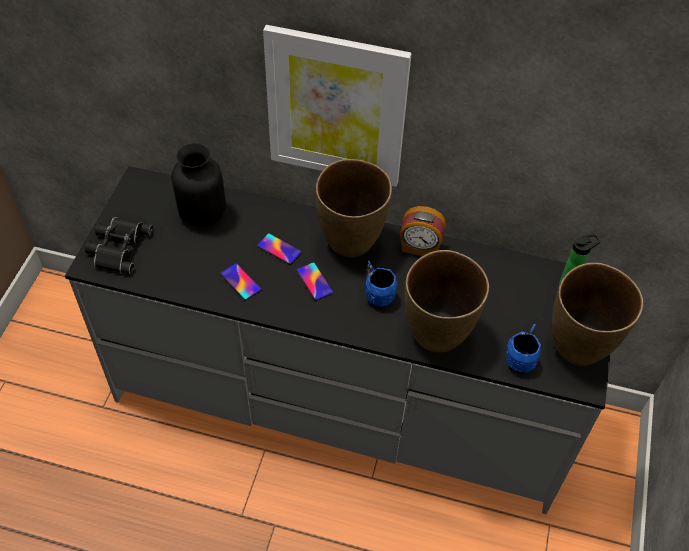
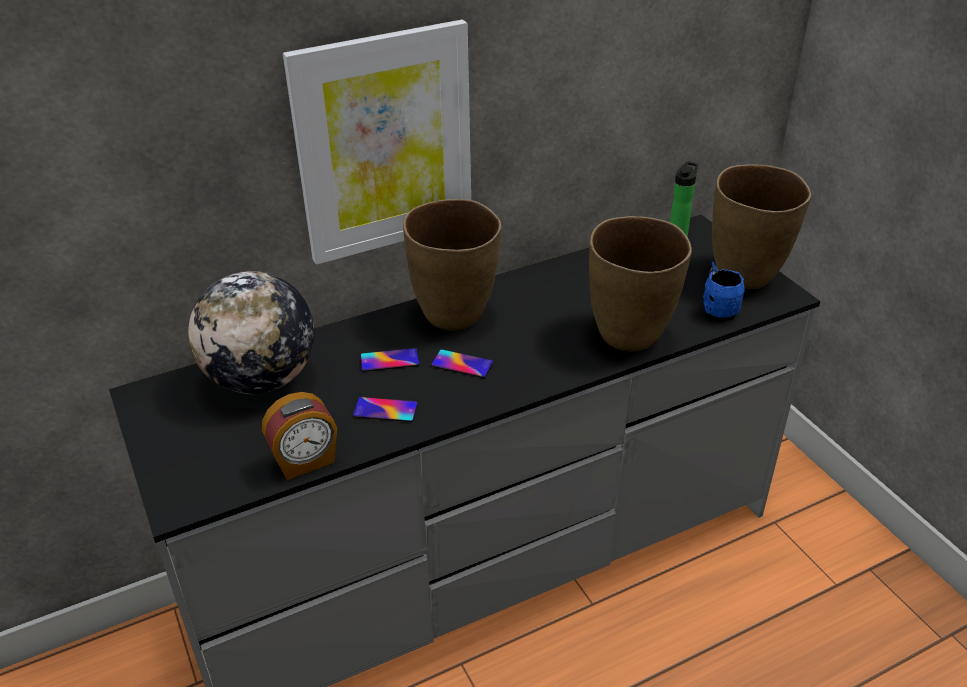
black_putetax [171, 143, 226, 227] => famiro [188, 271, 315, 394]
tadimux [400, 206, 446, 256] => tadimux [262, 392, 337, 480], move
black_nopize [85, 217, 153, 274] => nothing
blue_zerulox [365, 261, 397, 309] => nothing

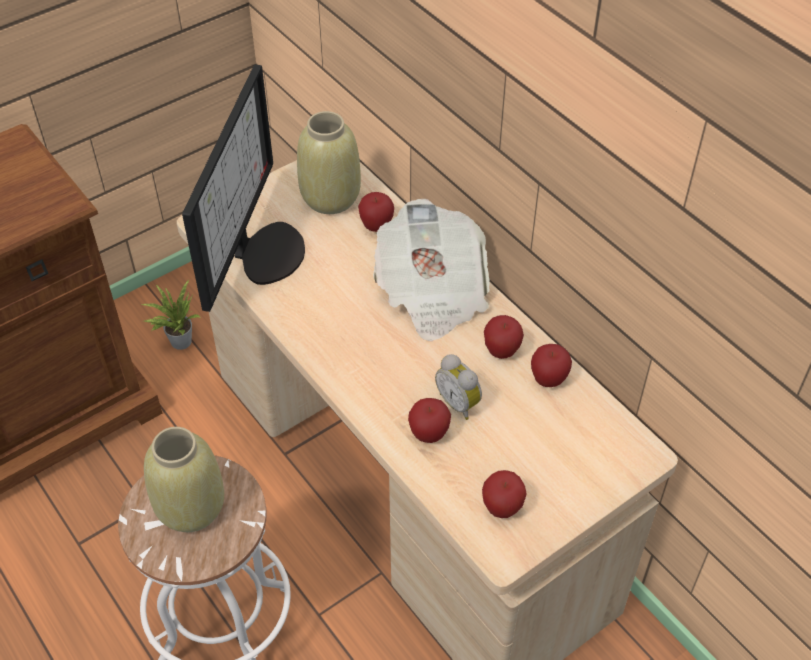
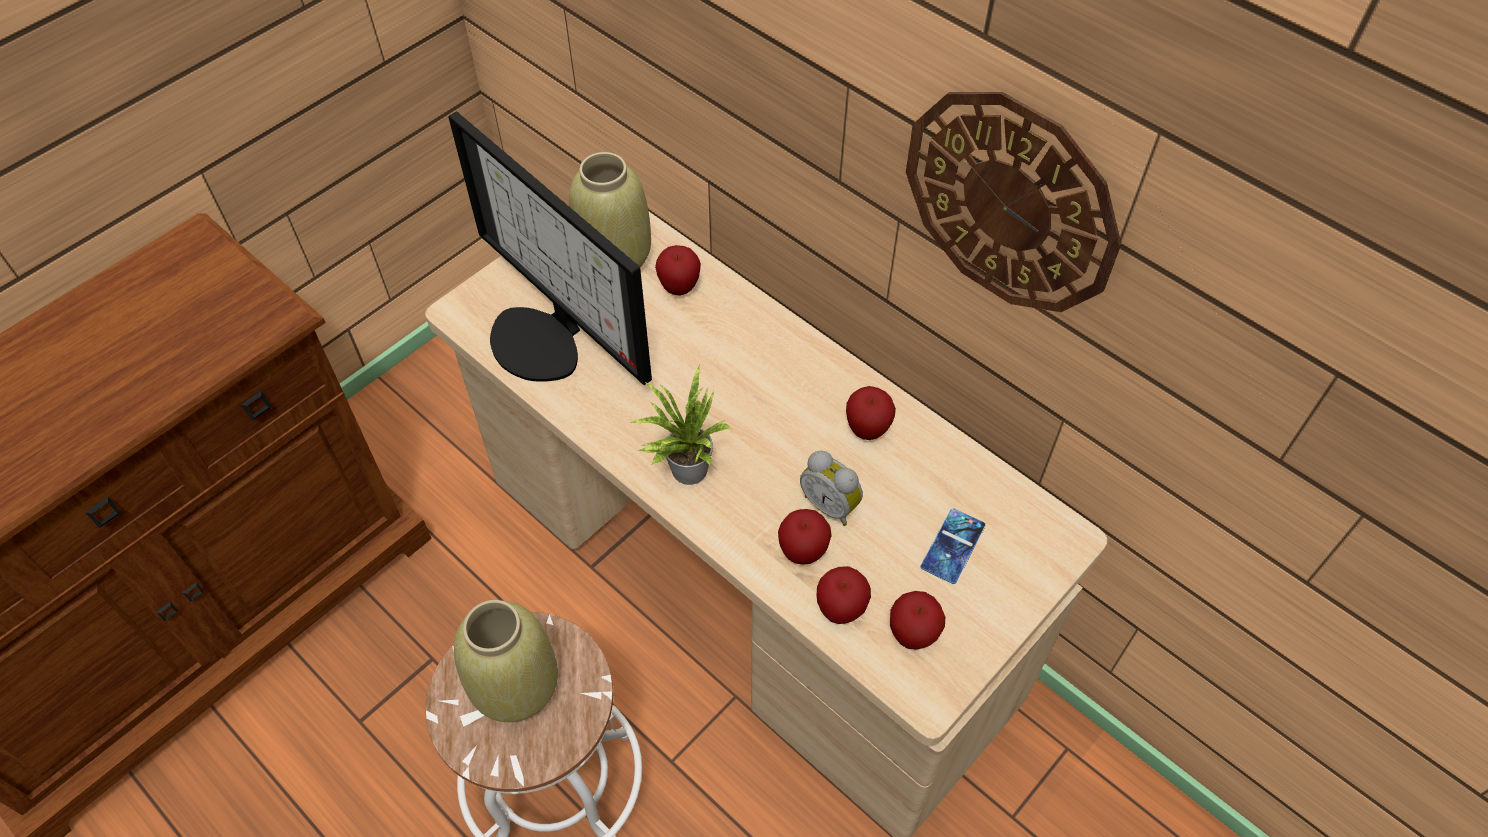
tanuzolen [182, 65, 305, 312] => tanuzolen [448, 112, 652, 385], 135 degrees clockwise
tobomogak [141, 280, 201, 350] => tobomogak [629, 365, 733, 485], move
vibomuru [531, 344, 572, 387] => vibomuru [817, 566, 871, 624], move
nothing => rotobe [906, 92, 1121, 312]
nothing => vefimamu [921, 509, 985, 584]
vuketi [373, 199, 490, 342] => nothing

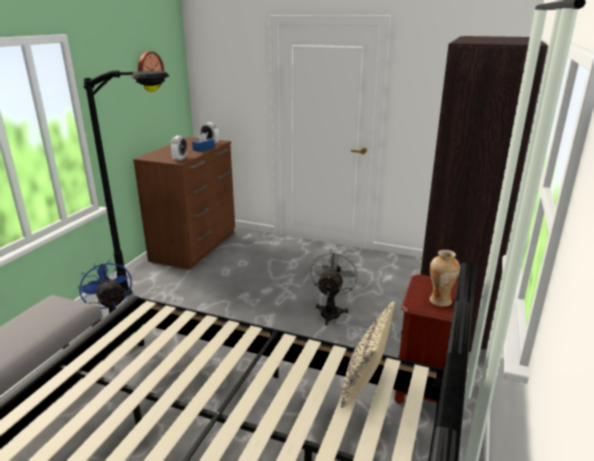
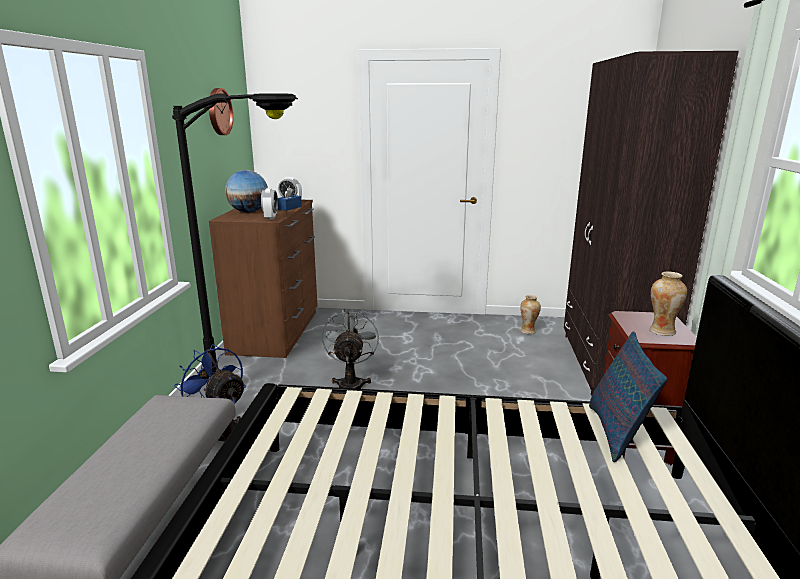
nothing => famiro [225, 170, 268, 213]
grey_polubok [310, 249, 359, 326] => grey_polubok [322, 308, 379, 389], move
nothing => putetax [520, 295, 541, 334]
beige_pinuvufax [341, 301, 395, 408] => blue_pinuvufax [589, 331, 668, 462]

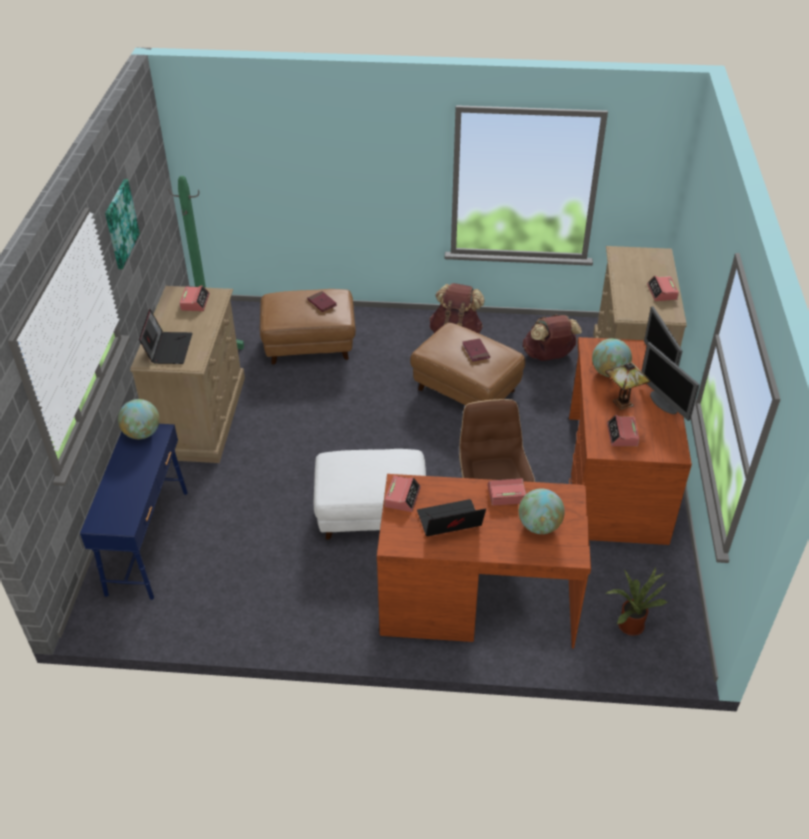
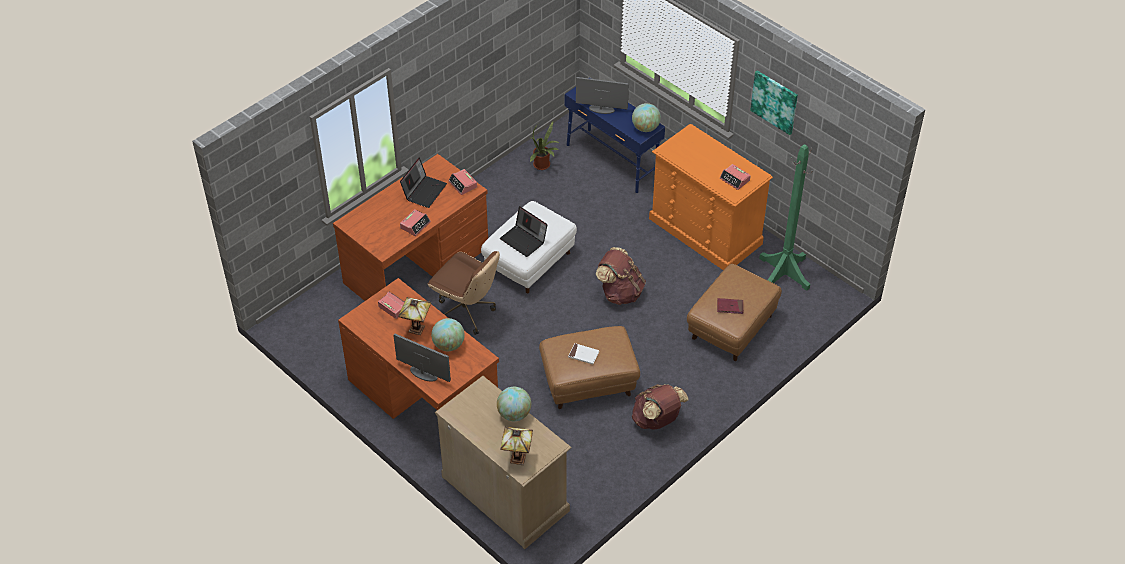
famiro [519, 488, 565, 534] => famiro [497, 387, 531, 421], move
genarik [139, 309, 192, 364] => genarik [500, 206, 548, 257], move
nothing => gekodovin [500, 426, 533, 465]
tobomogak [605, 567, 668, 636] => tobomogak [530, 121, 560, 170], move
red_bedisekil [462, 338, 490, 362] => white_bedisekil [568, 343, 599, 364]
tanuzolen [642, 342, 700, 421] => tanuzolen [576, 77, 629, 114], move
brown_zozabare [523, 314, 582, 361] => brown_zozabare [596, 247, 646, 305], move
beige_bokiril [130, 286, 245, 463] => orange_bokiril [649, 124, 773, 270]
tadimux [647, 275, 679, 301] => nothing

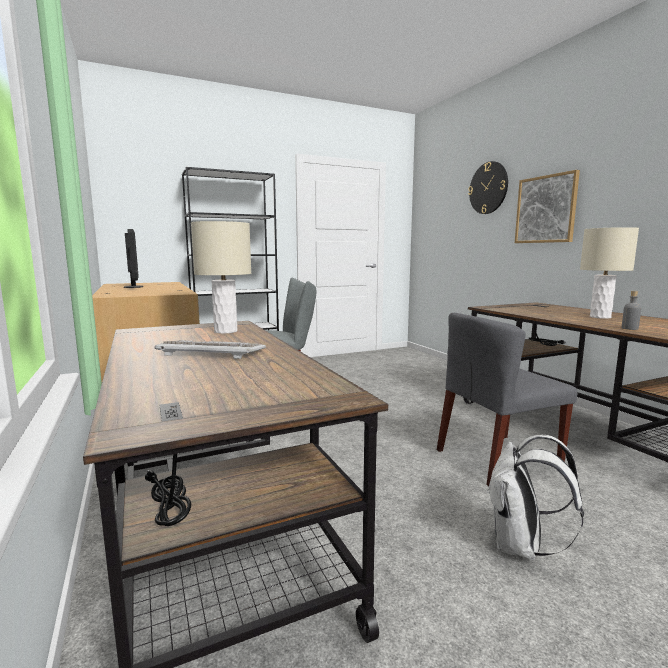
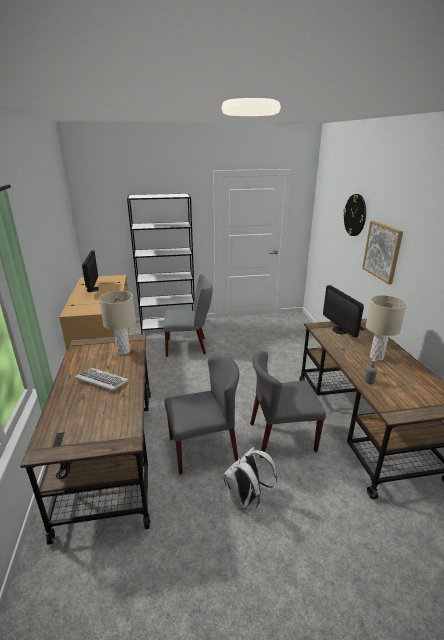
nothing => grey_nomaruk [164, 355, 239, 474]
nothing => tanuzolen [323, 285, 364, 337]

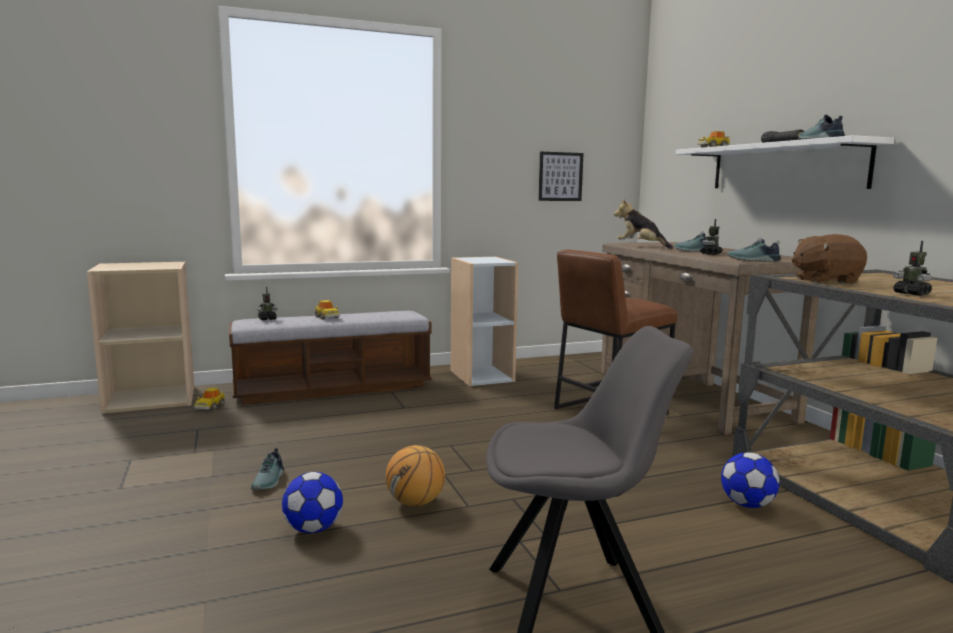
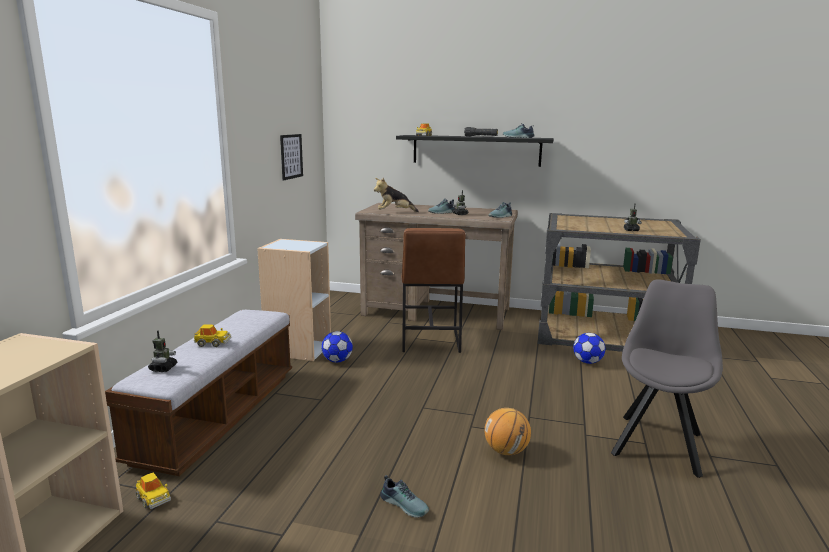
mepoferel [282, 472, 343, 533] => mepoferel [321, 331, 353, 363], move
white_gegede [676, 135, 895, 189] => black_gegede [396, 135, 554, 167]
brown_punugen [792, 234, 867, 284] => nothing

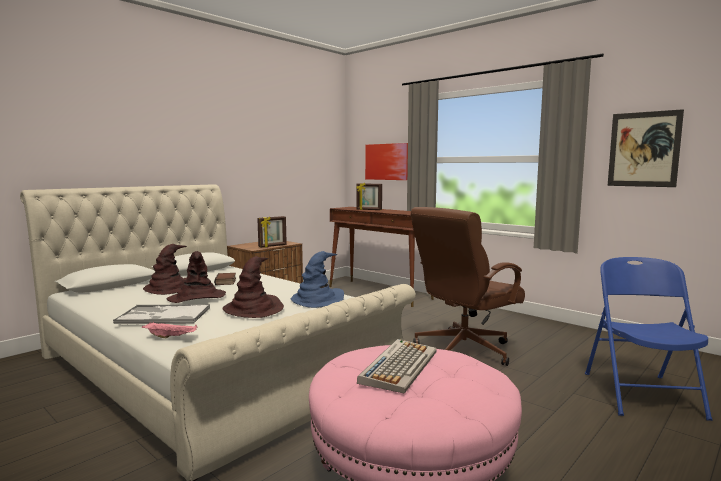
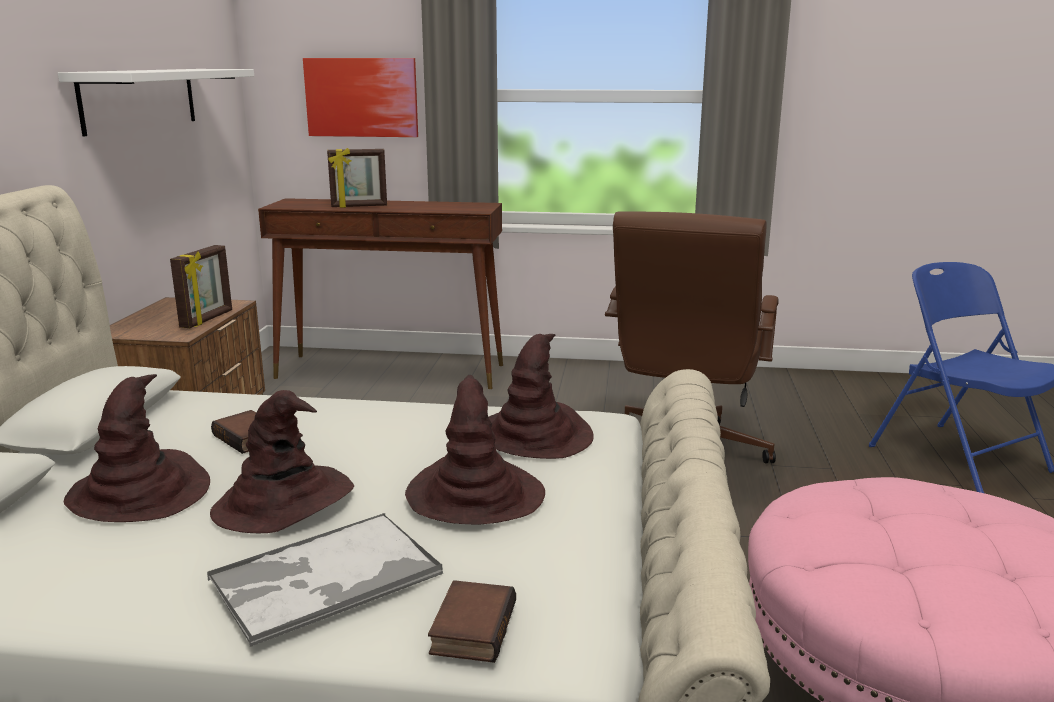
nothing => white_gegede [58, 69, 254, 136]
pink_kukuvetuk [142, 322, 198, 338] => bedisekil [428, 580, 516, 663]
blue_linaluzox [290, 251, 344, 308] => brown_linaluzox [489, 334, 594, 459]
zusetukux [357, 339, 437, 394] => nothing
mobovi [608, 109, 684, 187] => nothing

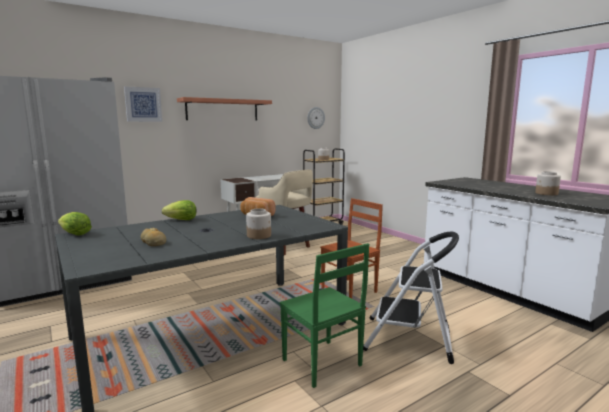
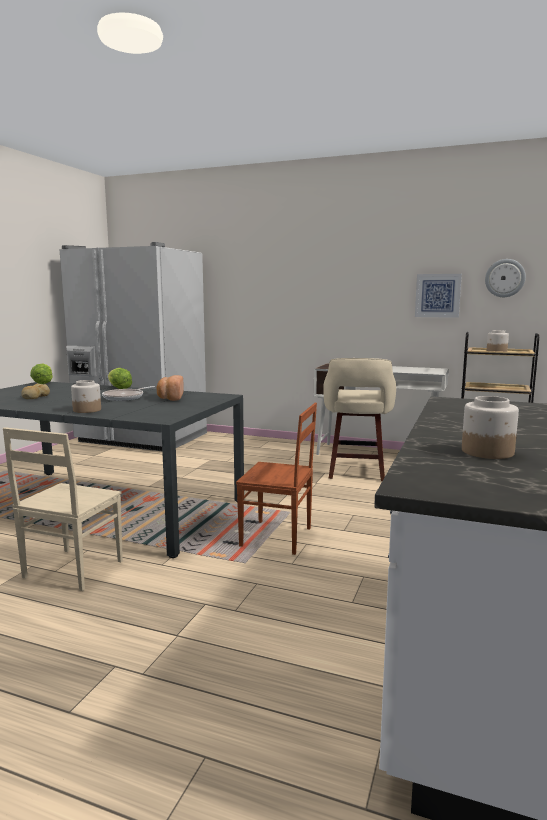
green_nomaruk [280, 243, 369, 388] => beige_nomaruk [3, 427, 123, 591]
nothing => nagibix [102, 386, 155, 401]
mobovi [124, 86, 162, 122] => mobovi [415, 274, 462, 318], move
gegede [177, 97, 272, 121] => nothing
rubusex [363, 232, 459, 364] => nothing

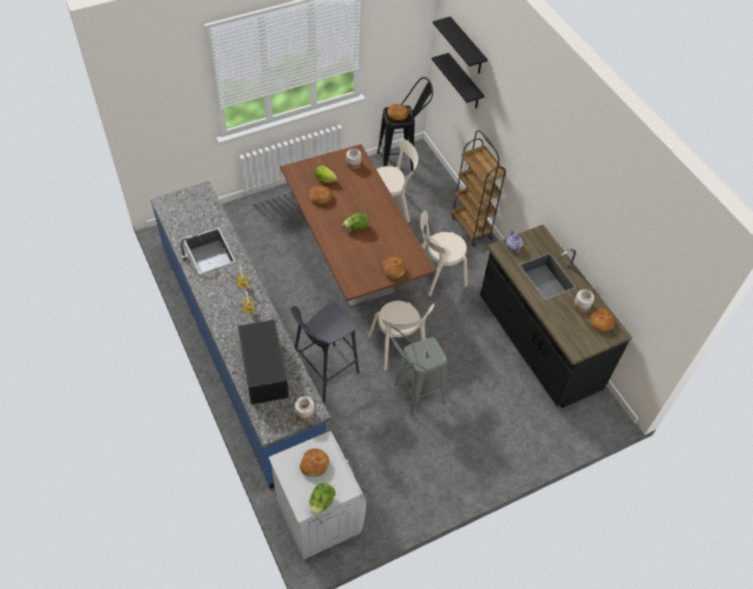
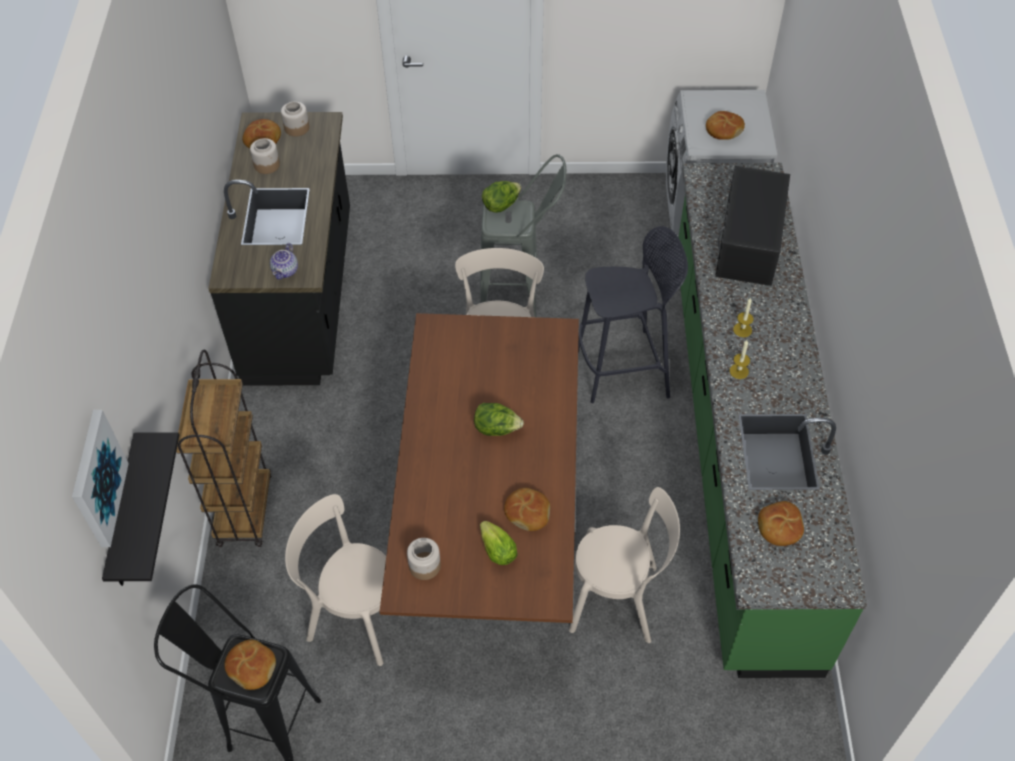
black_gegede [433, 16, 488, 74] => mobovi [72, 410, 129, 547]
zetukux [295, 396, 314, 422] => zetukux [281, 102, 309, 136], move
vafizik [310, 483, 336, 515] => vafizik [482, 181, 521, 213], move
beige_nomaruk [420, 211, 467, 296] => beige_nomaruk [569, 487, 680, 643], move
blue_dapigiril [151, 181, 331, 489] => green_dapigiril [678, 163, 867, 678]
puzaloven [382, 257, 406, 279] => puzaloven [758, 501, 804, 546], move

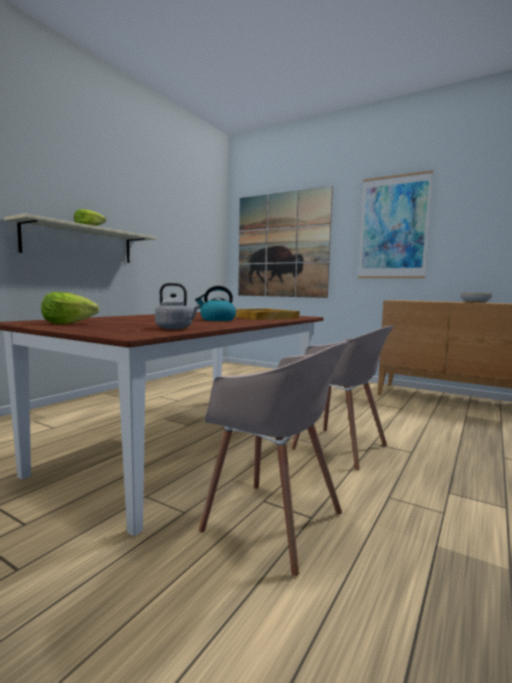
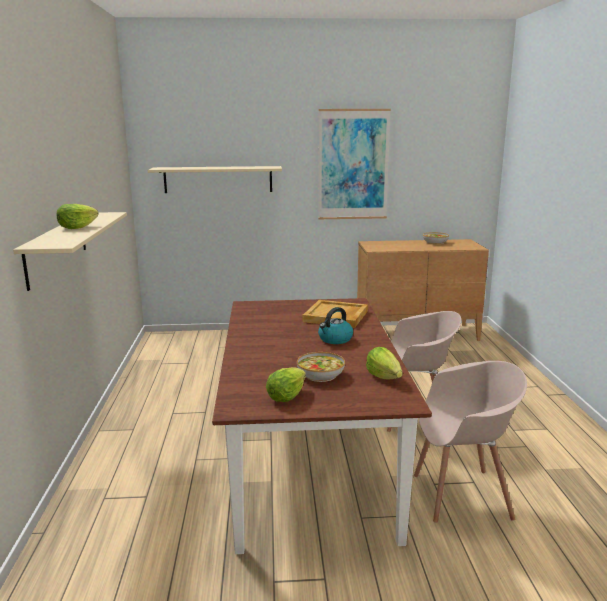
mobovi [238, 186, 333, 298] => beige_gegede [148, 166, 282, 193]
nothing => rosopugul [297, 352, 345, 382]
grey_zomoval [155, 283, 200, 329] => vafizik [366, 347, 403, 379]

